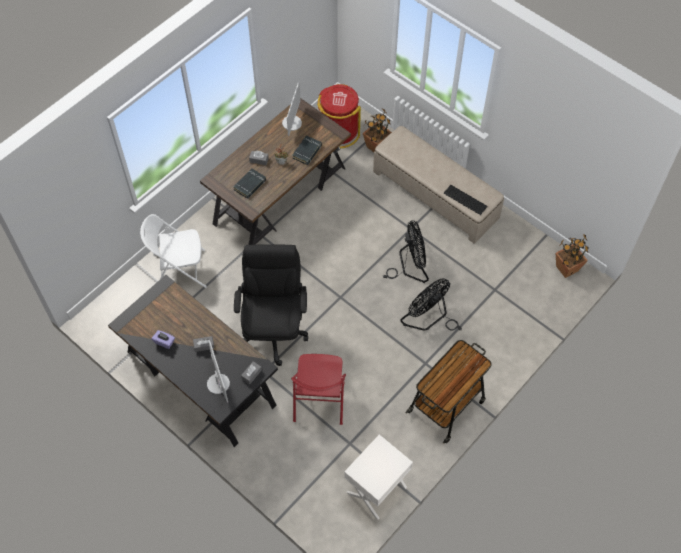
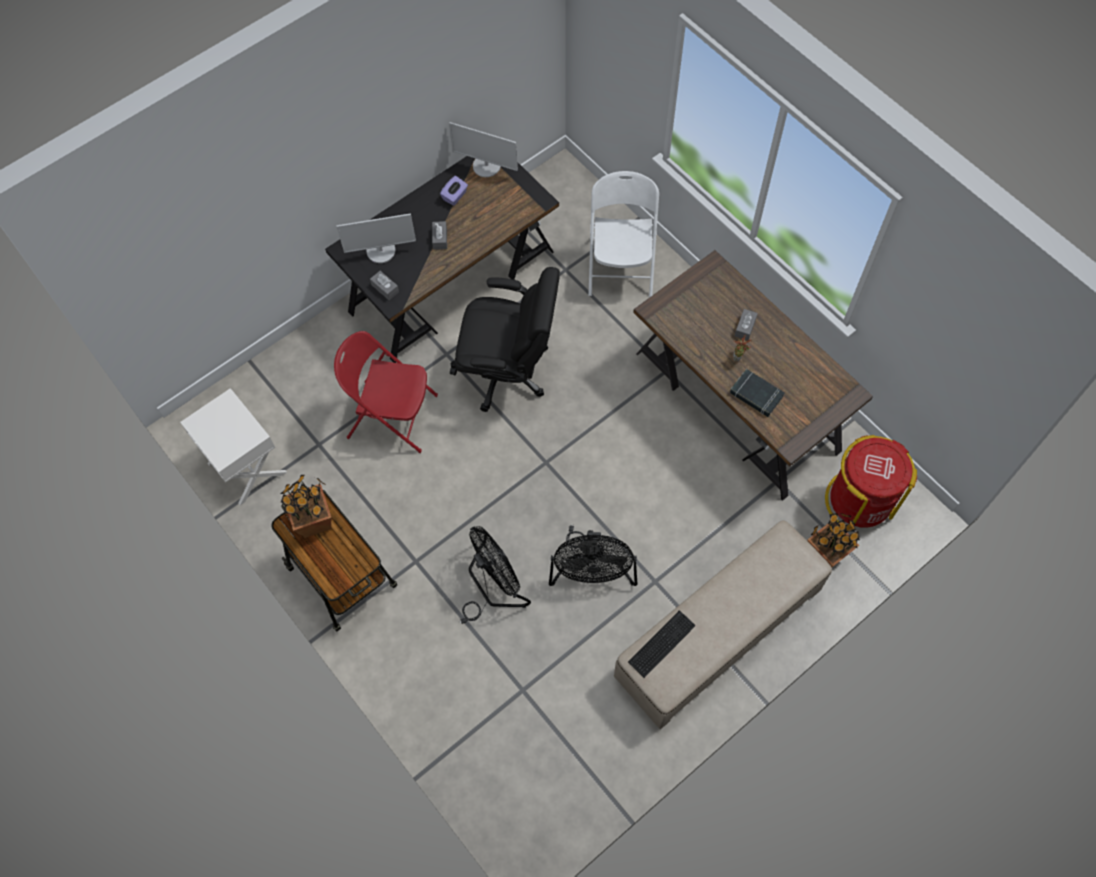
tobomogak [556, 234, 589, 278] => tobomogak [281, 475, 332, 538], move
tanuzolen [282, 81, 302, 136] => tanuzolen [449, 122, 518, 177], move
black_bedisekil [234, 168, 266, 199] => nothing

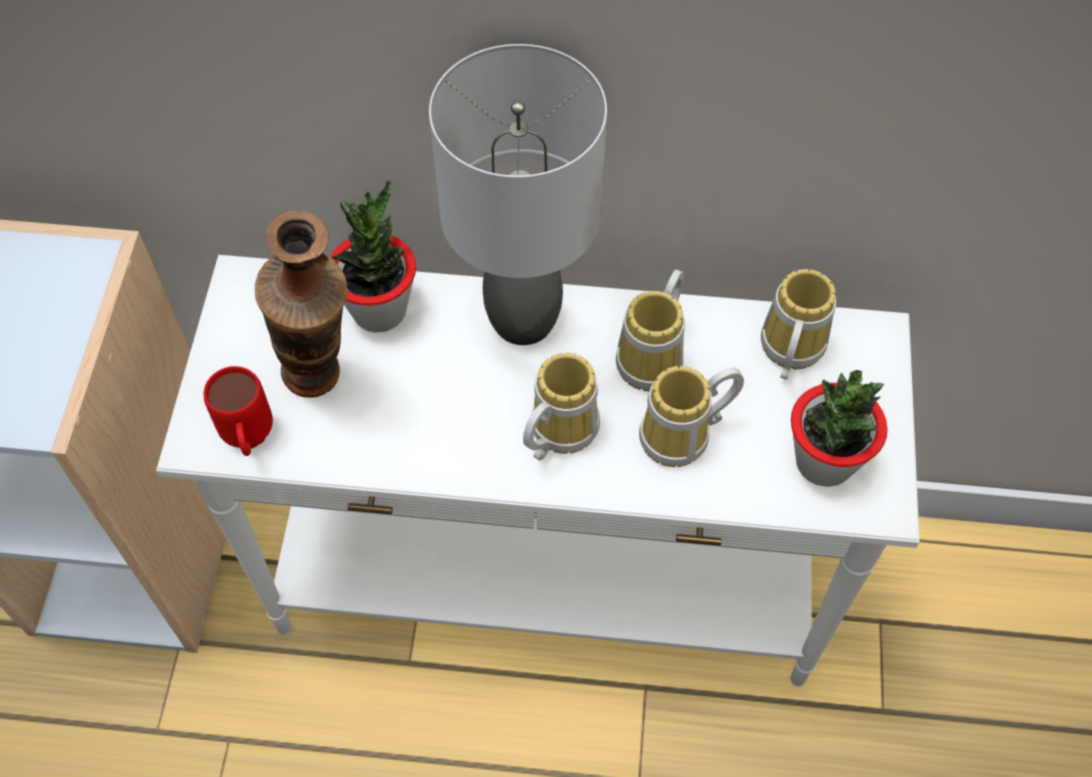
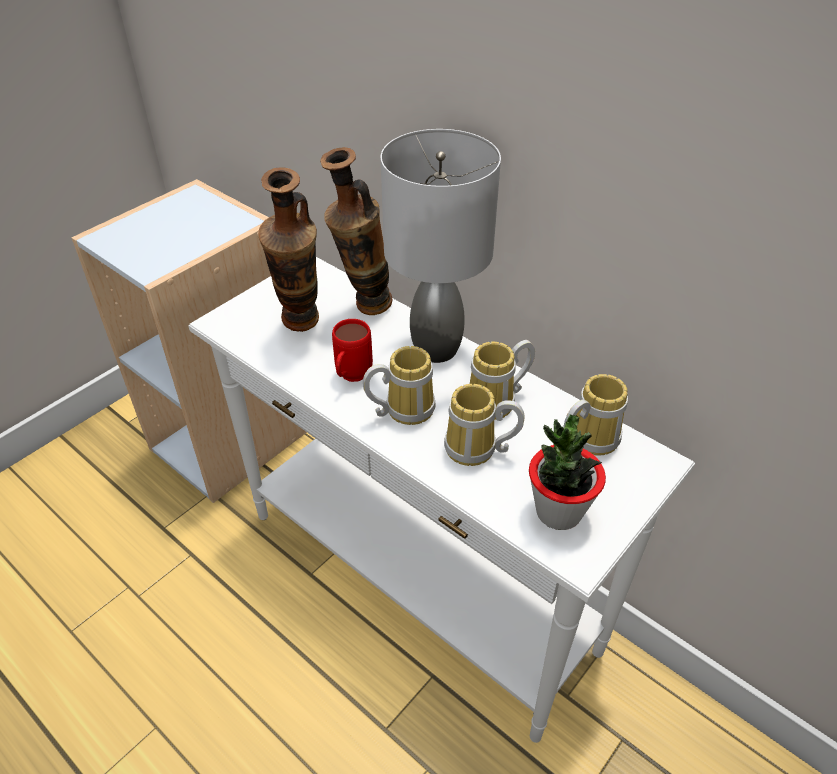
tobomogak [330, 180, 416, 333] => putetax [320, 147, 392, 315]
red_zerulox [204, 366, 273, 456] => red_zerulox [332, 319, 373, 382], move

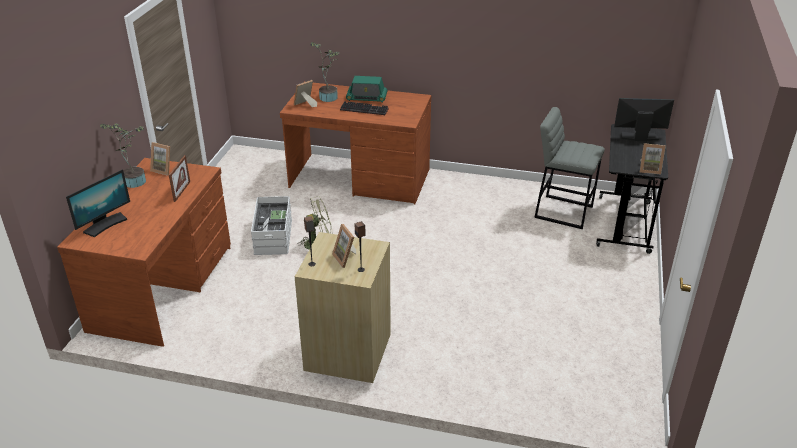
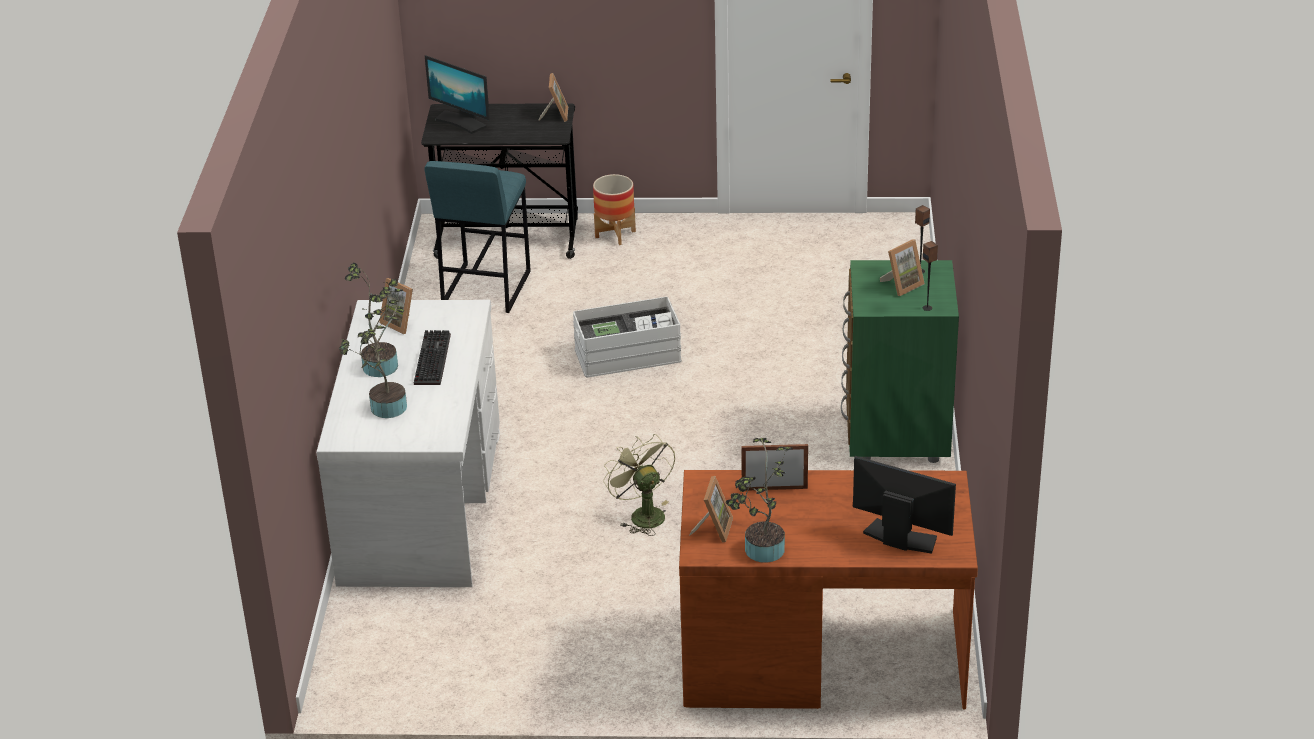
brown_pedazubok [280, 82, 431, 205] => white_pedazubok [316, 300, 500, 587]
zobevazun [346, 76, 388, 103] => tobomogak [345, 262, 403, 377]
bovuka [294, 80, 317, 107] => bovuka [379, 278, 413, 334], move
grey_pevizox [535, 107, 605, 229] => turquoise_pevizox [424, 161, 531, 313]
tanuzolen [614, 98, 674, 141] => tanuzolen [425, 55, 490, 134], 45 degrees counterclockwise
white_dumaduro [251, 196, 292, 255] => white_dumaduro [573, 297, 682, 377], move
nothing => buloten [593, 174, 636, 245]
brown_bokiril [295, 232, 391, 383] => green_bokiril [841, 260, 959, 463]

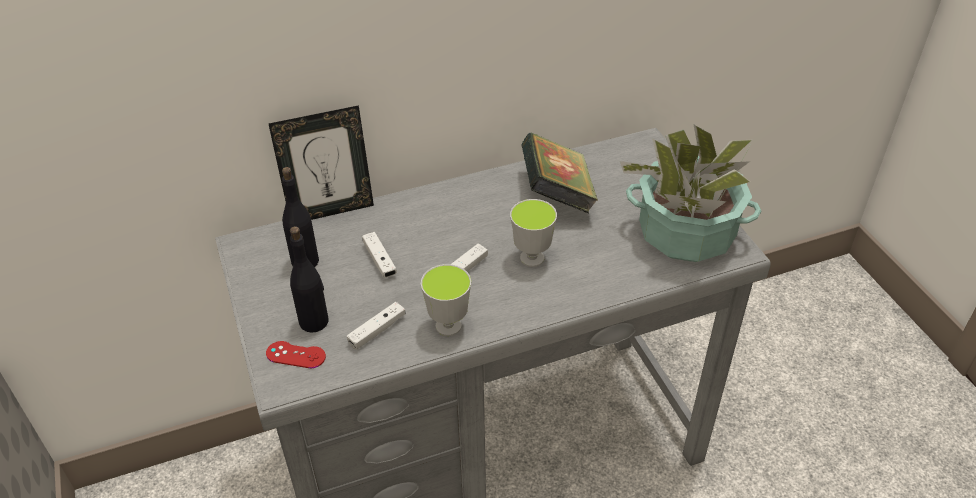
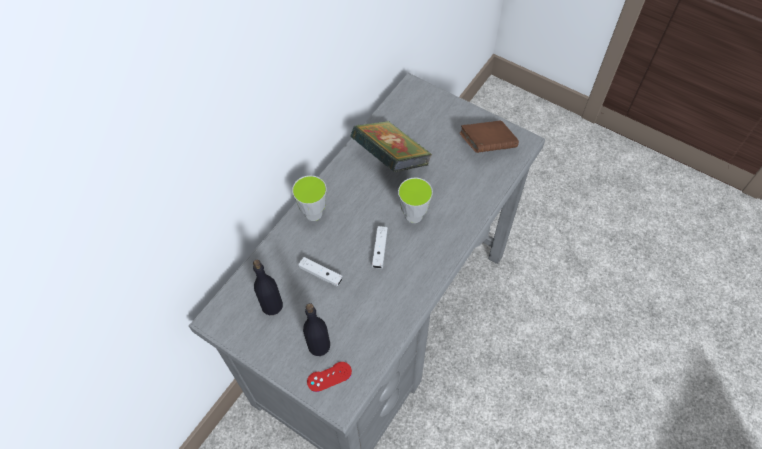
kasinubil [421, 264, 471, 336] => kasinubil [292, 175, 327, 221], move
tobomogak [620, 124, 761, 262] => brown_bedisekil [459, 121, 519, 153]
bovuka [269, 105, 374, 220] => nothing
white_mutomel [347, 302, 406, 350] => nothing

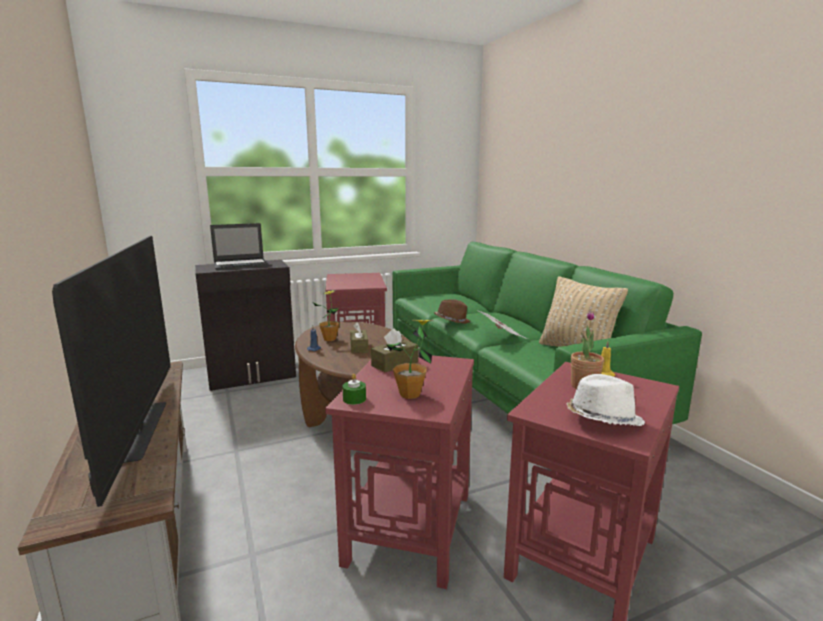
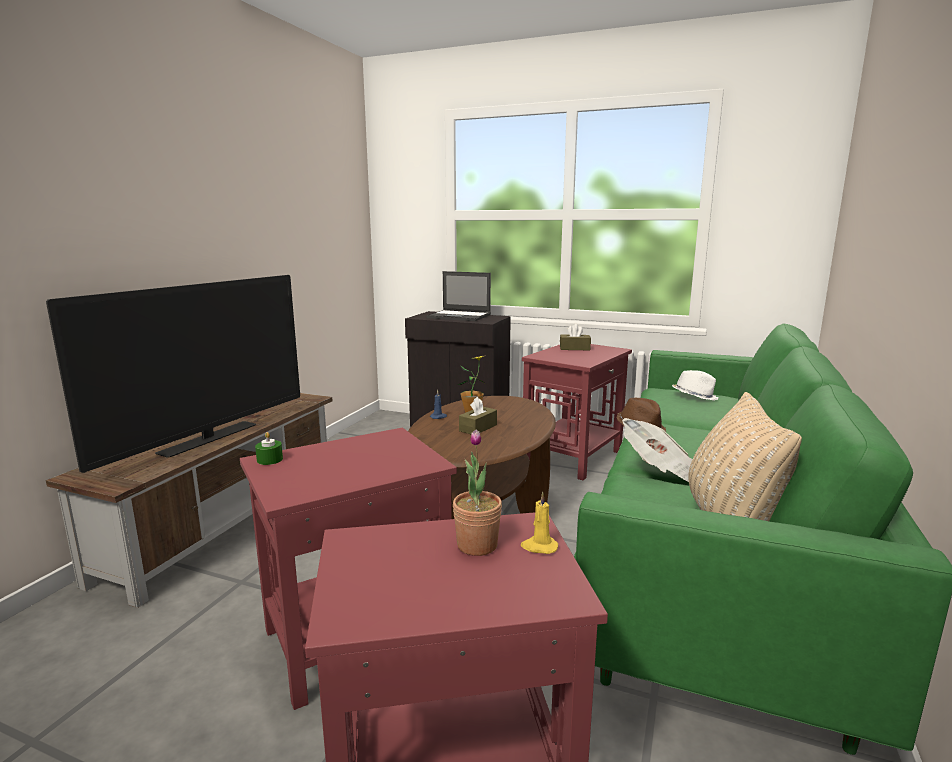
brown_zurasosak [371, 328, 418, 372] => brown_zurasosak [560, 324, 591, 350], move
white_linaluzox [567, 374, 645, 426] => white_linaluzox [672, 370, 719, 401], move
tobomogak [386, 320, 433, 399] => nothing

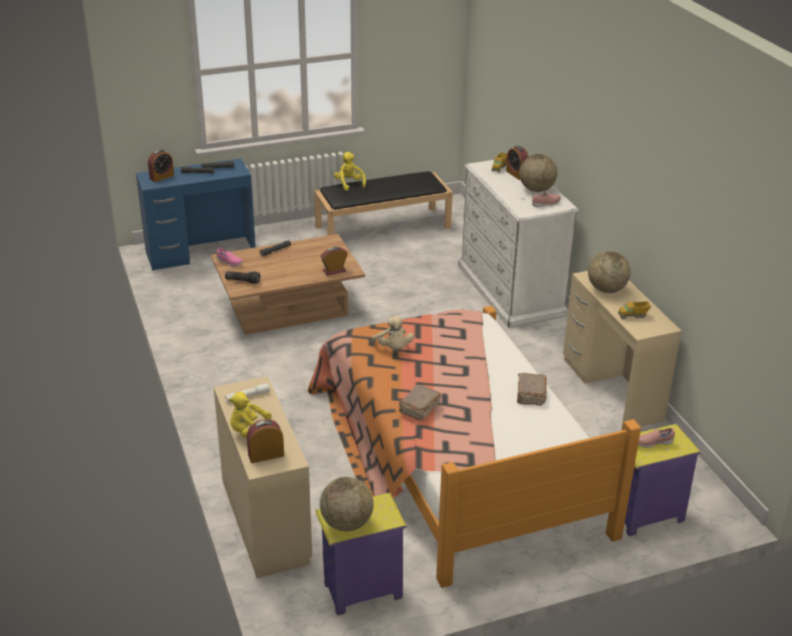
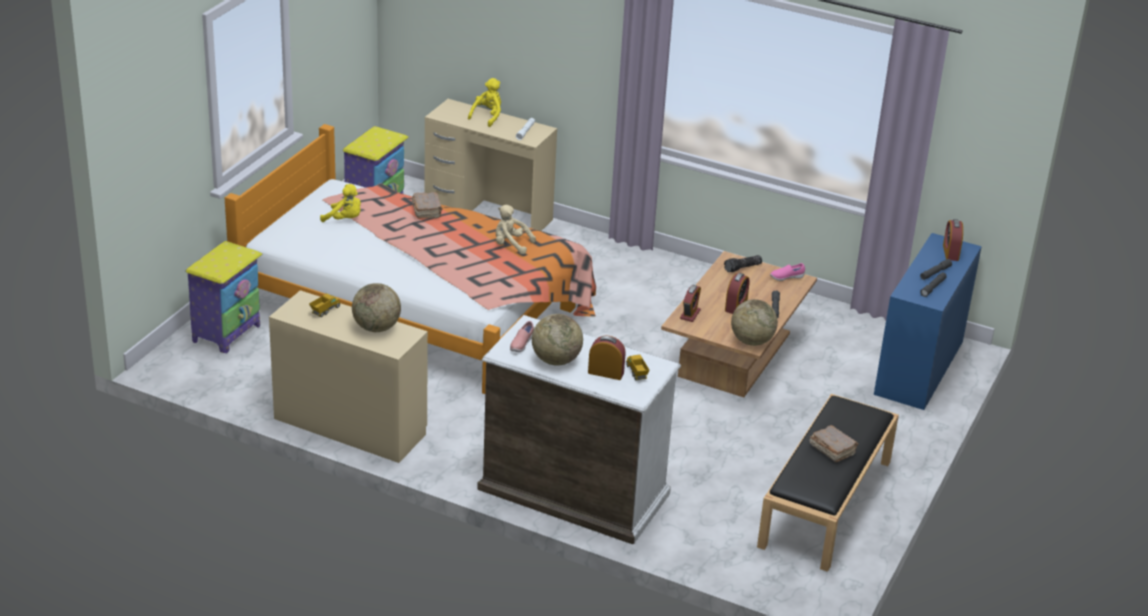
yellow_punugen [334, 152, 366, 191] => yellow_punugen [320, 184, 361, 222], move
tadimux [247, 419, 284, 463] => tadimux [725, 273, 750, 314], move
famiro [320, 477, 374, 531] => famiro [731, 299, 778, 346], move
brown_bedisekil [517, 373, 547, 406] => brown_bedisekil [810, 425, 859, 462], move
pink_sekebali [638, 428, 675, 448] => nothing

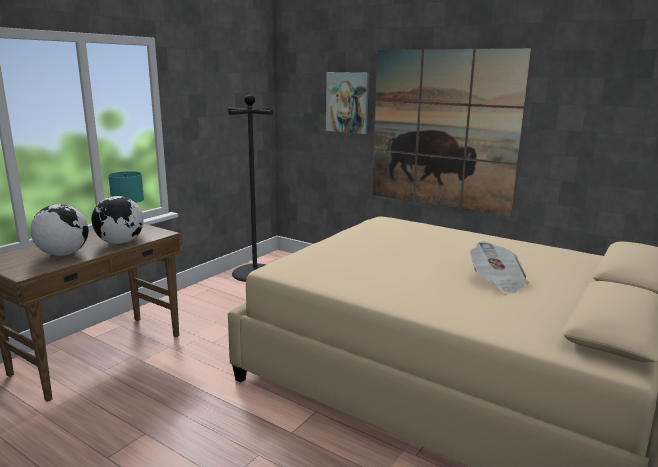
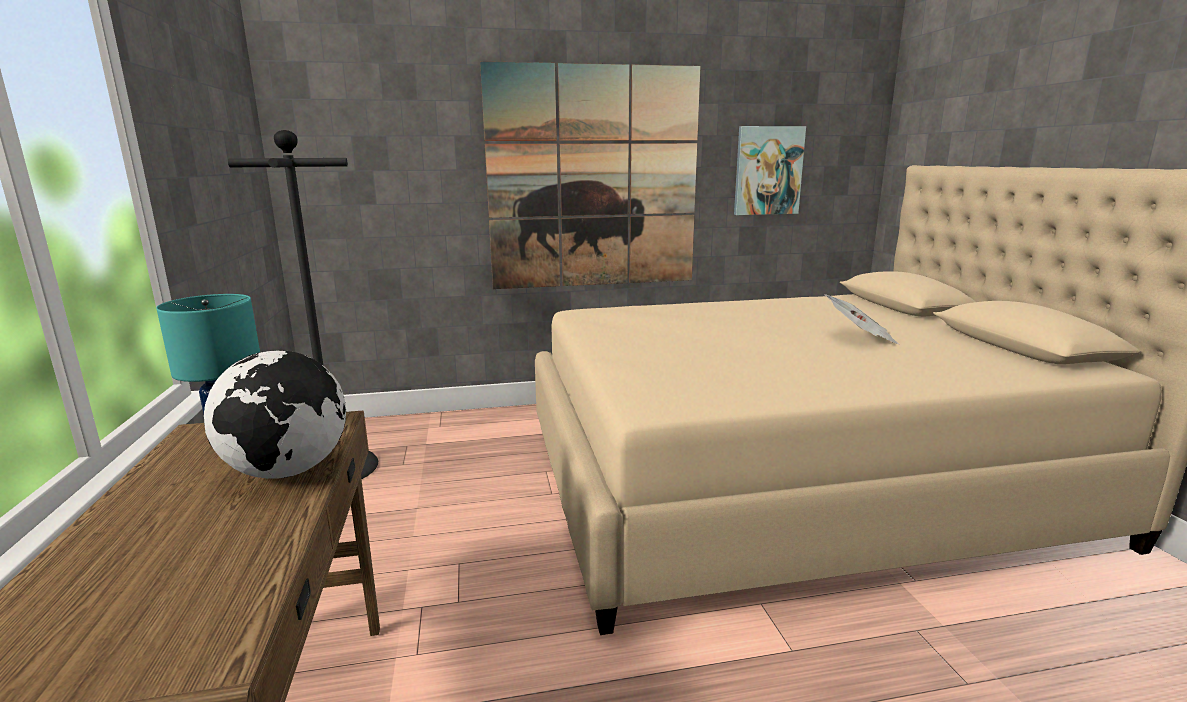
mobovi [326, 72, 369, 134] => mobovi [734, 126, 806, 215], move
famiro [31, 204, 89, 256] => nothing

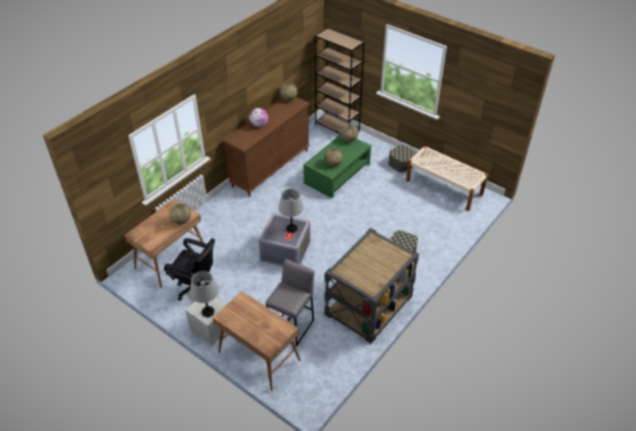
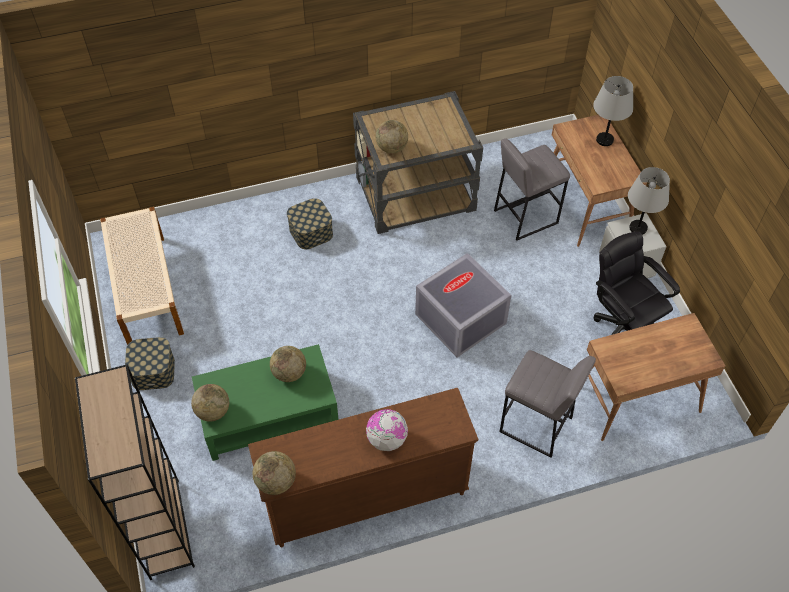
famiro [169, 203, 191, 224] => famiro [376, 120, 408, 153], move
nothing => grey_pevizox [500, 350, 596, 458]
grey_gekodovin [278, 189, 304, 233] => grey_gekodovin [593, 76, 633, 146], move

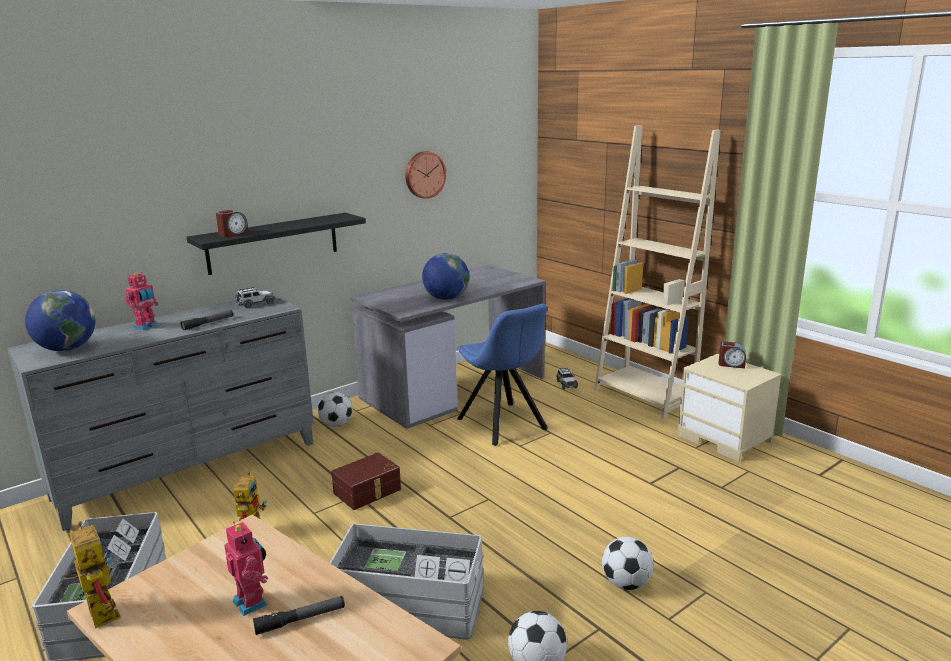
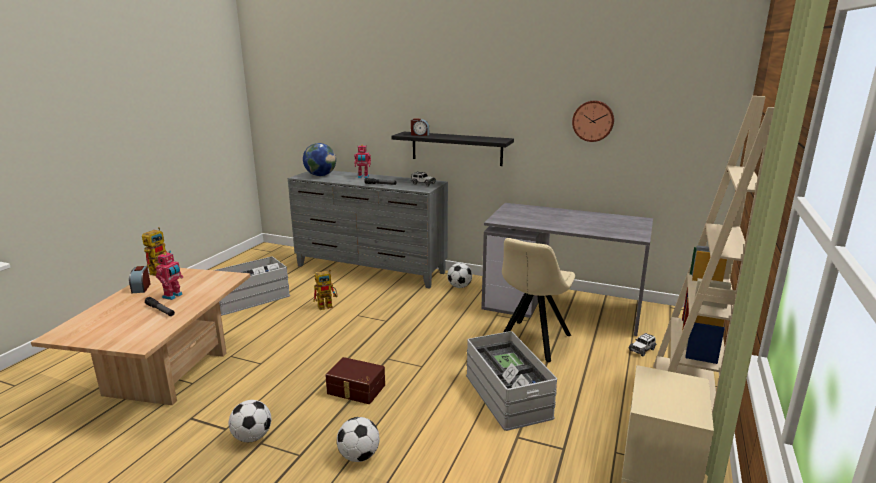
tadimux [719, 341, 746, 368] => tadimux [129, 266, 151, 293], move
brown_dumaduro [331, 453, 401, 510] => brown_dumaduro [325, 357, 385, 404], move
grey_dumaduro [330, 524, 484, 640] => grey_dumaduro [466, 331, 557, 431], move
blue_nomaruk [458, 304, 548, 446] => beige_nomaruk [502, 238, 575, 362]
famiro [422, 253, 469, 300] => nothing

